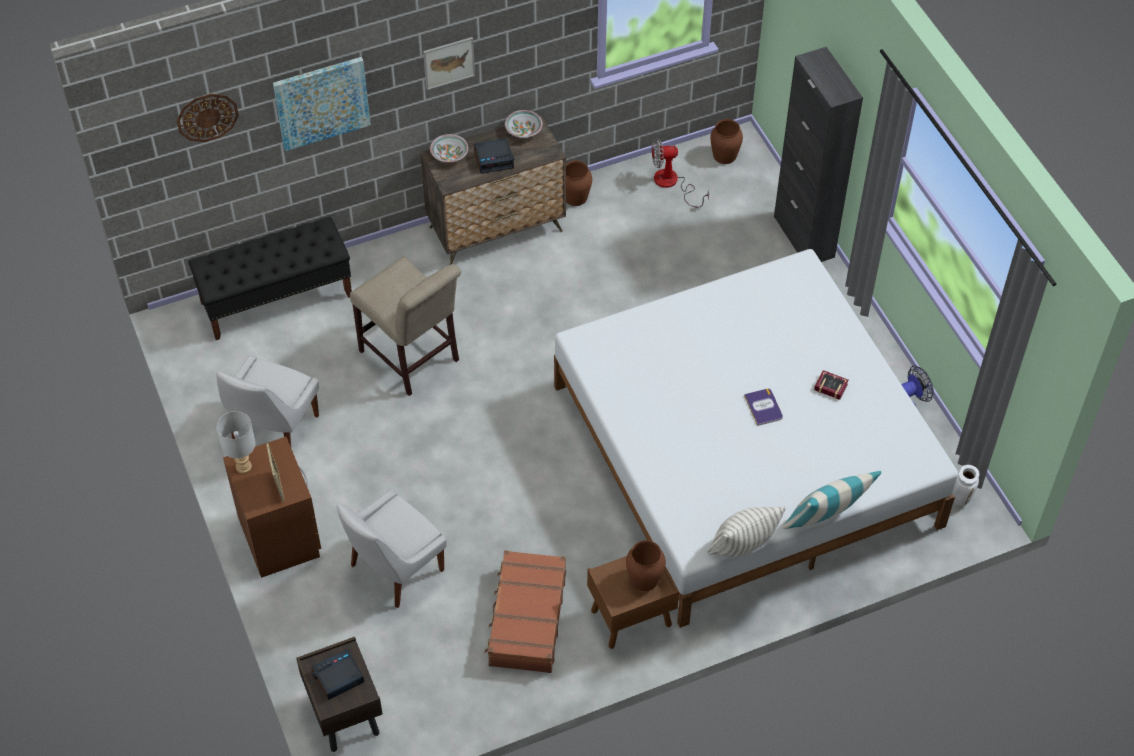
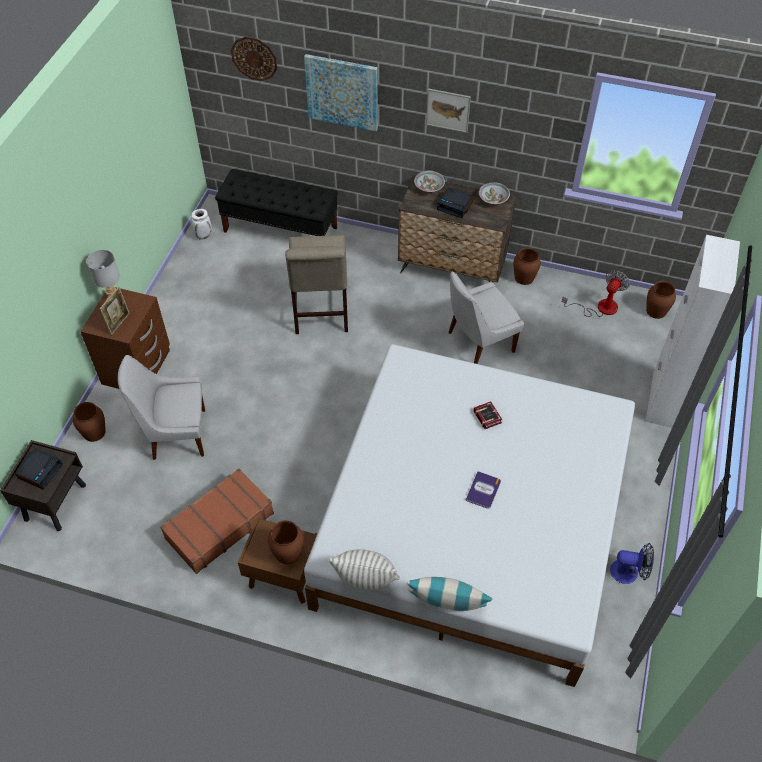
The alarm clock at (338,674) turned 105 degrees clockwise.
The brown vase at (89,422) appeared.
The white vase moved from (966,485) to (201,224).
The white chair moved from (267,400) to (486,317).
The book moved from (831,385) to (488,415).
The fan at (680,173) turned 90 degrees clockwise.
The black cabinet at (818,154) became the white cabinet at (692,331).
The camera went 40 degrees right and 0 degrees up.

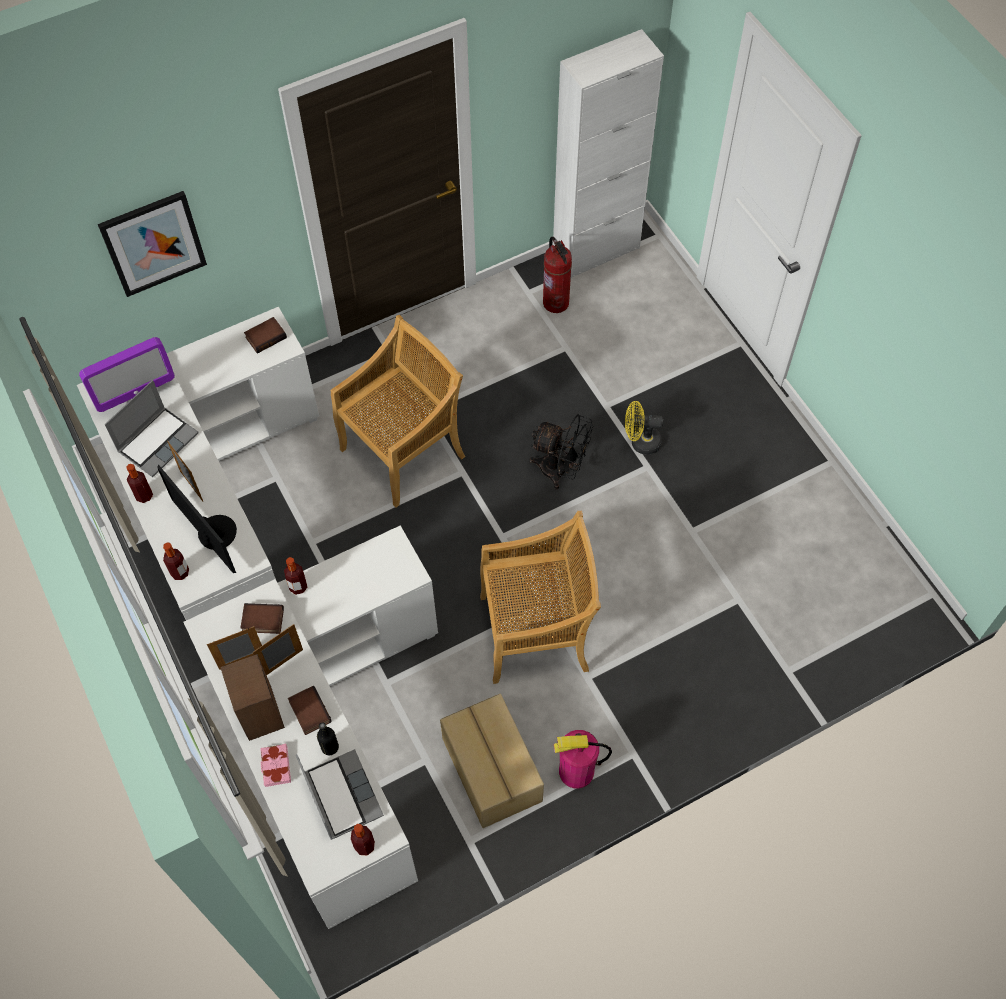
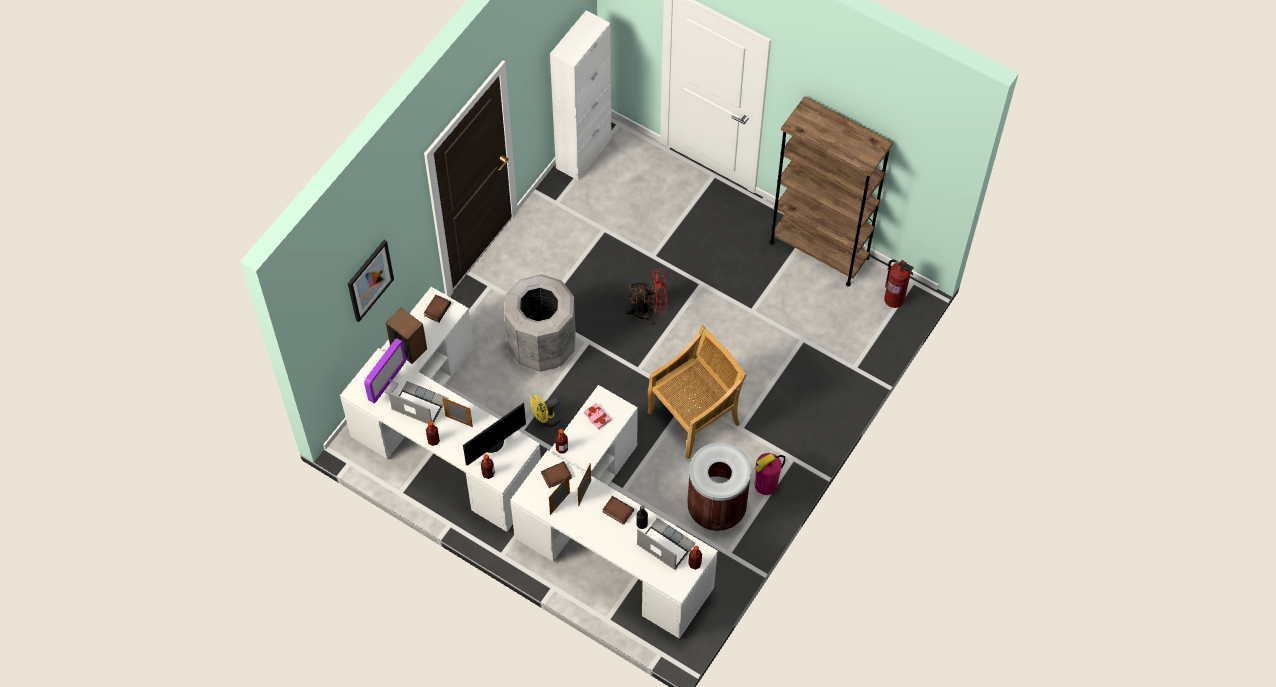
The speaker moved from (252,697) to (406,336).
The laptop at (152,428) turned 75 degrees counterclockwise.
The monitor at (197,518) turned 60 degrees counterclockwise.
The beige chair at (398,411) was replaced by the grey trash can at (540,323).
The yellow fan moved from (644,428) to (545,411).
The pink book moved from (275,765) to (597,416).
The black fan at (562,452) became the red fan at (647,297).
The cardboard box at (492,761) was replaced by the brown trash can at (719,487).
The brown bookcase at (831,191) appeared.
The fire extinguisher moved from (557,275) to (899,283).
The camera went 30 degrees left and 0 degrees up.

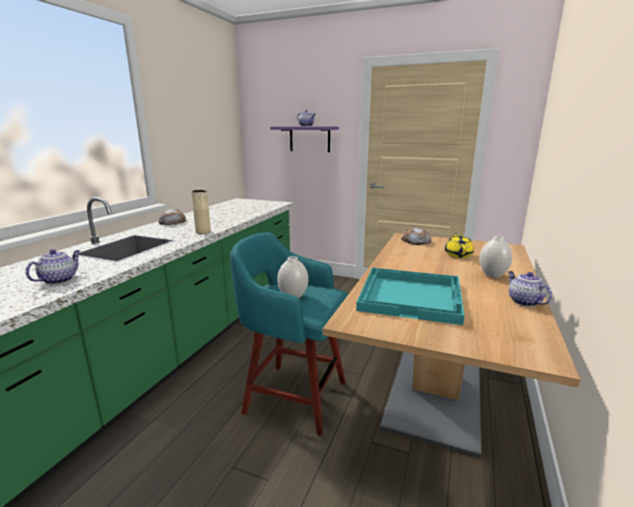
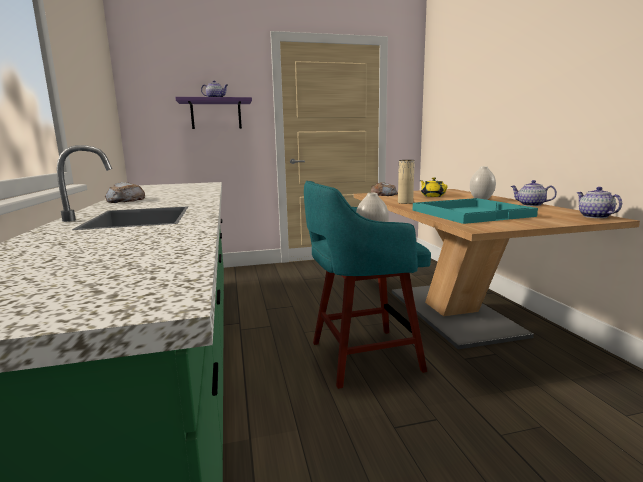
The beige vase moved from (201,212) to (406,182).
The teapot moved from (53,267) to (599,202).
The camera went 35 degrees left and 5 degrees down.

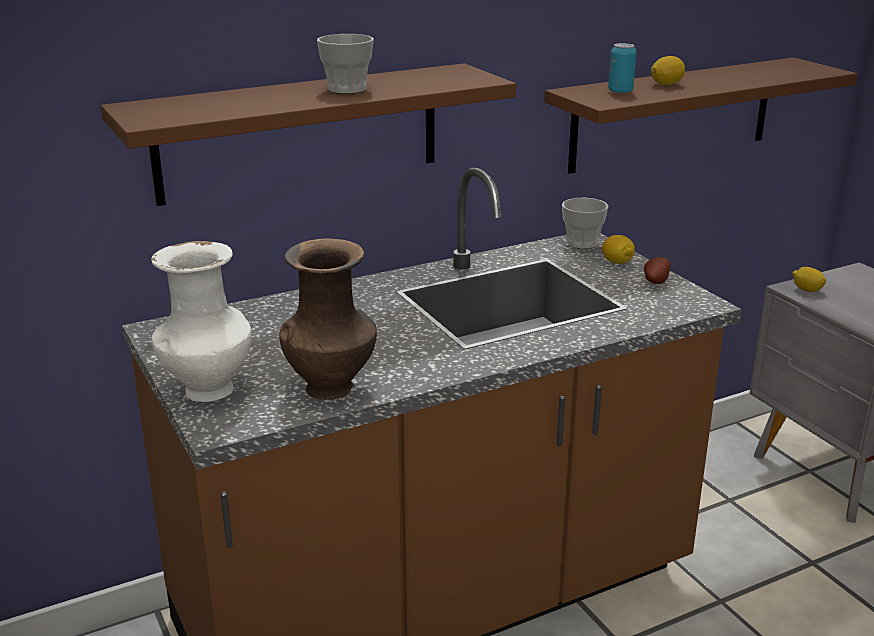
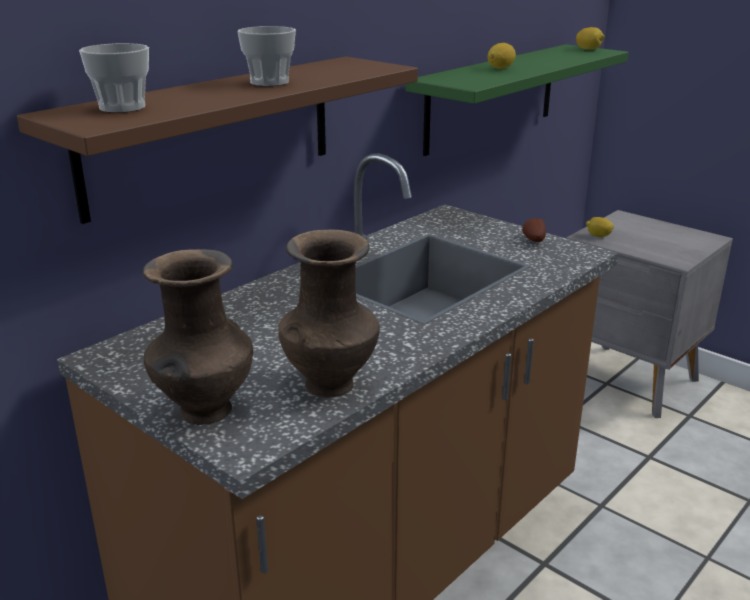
The cup moved from (585,223) to (114,78).
The white vase at (201,321) became the brown vase at (198,337).
The brown shelf at (701,115) became the green shelf at (517,100).
The lemon moved from (618,249) to (590,38).
The can at (622,68) disappeared.
The camera went 20 degrees left and 0 degrees up.

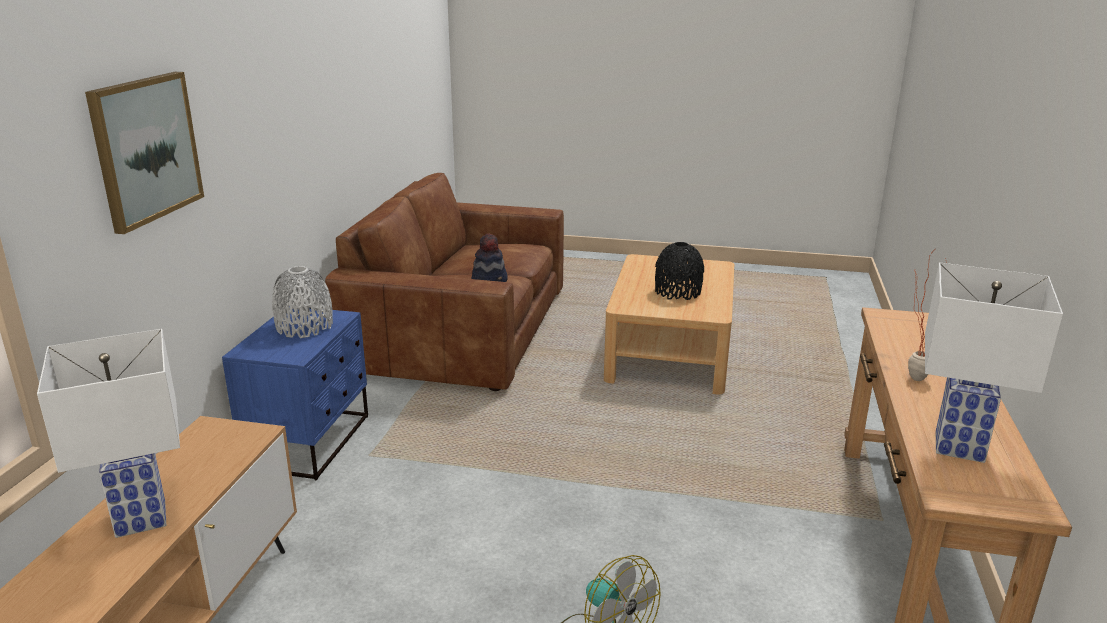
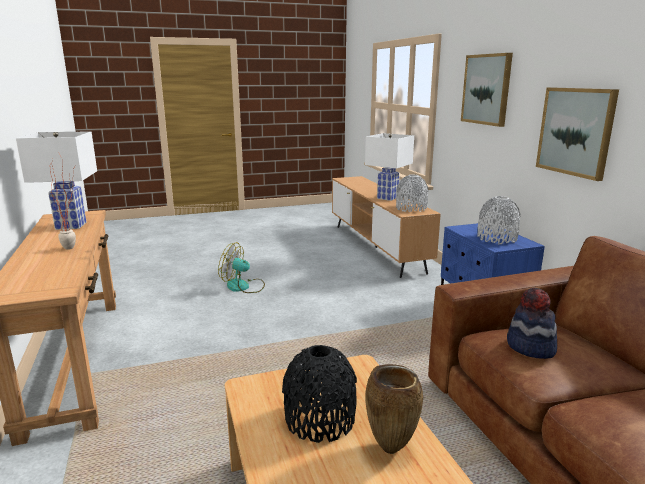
The brown vase at (394,409) appeared.
The grey vase at (412,193) appeared.
The picture at (577,134) appeared.
The camera went 150 degrees right and 5 degrees down.

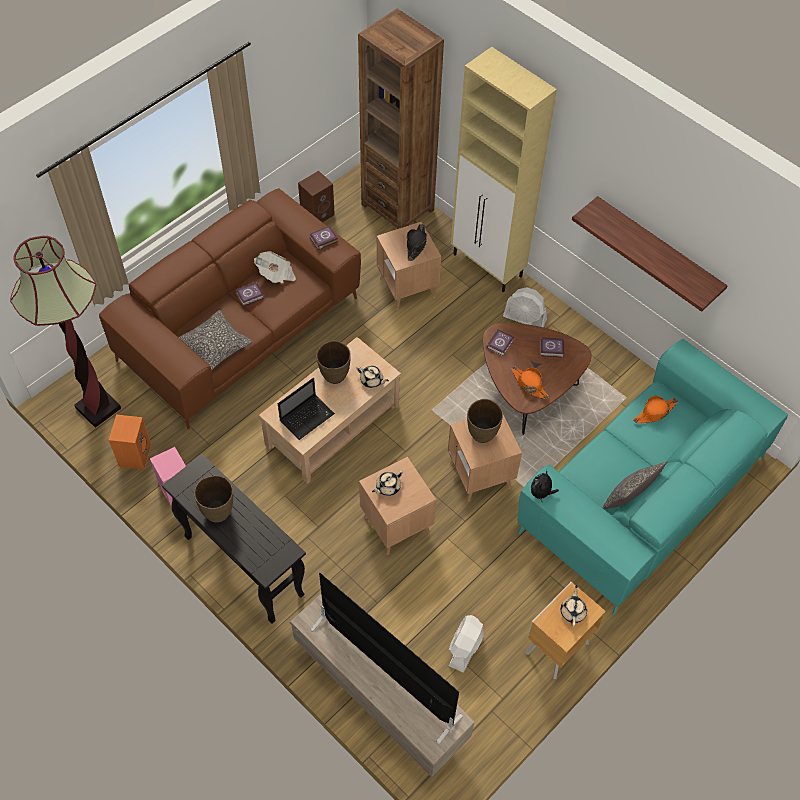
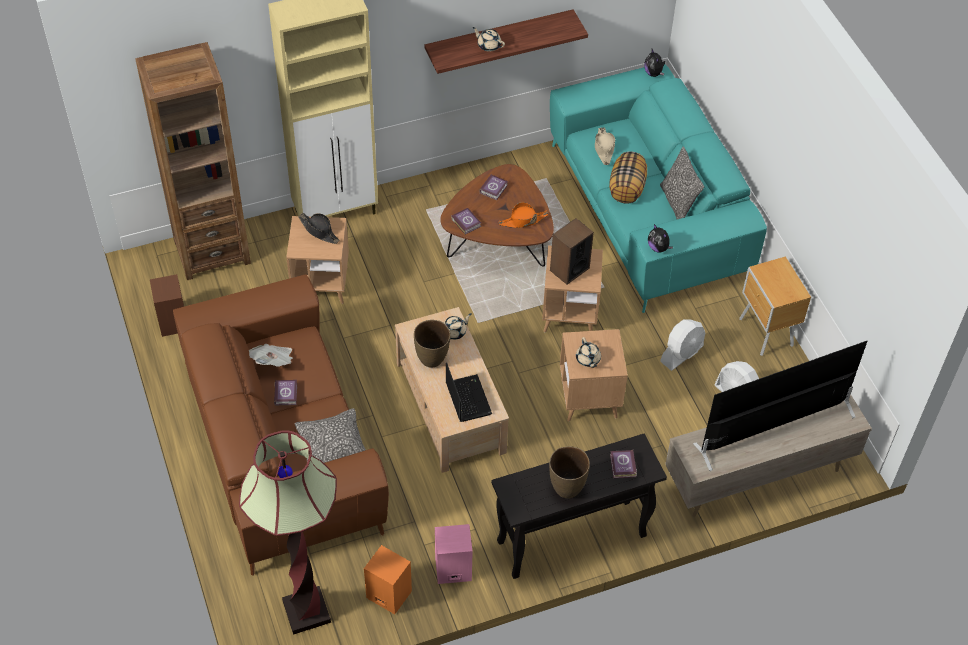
The beige teapot moved from (574,606) to (488,39).
The brown vase at (485,421) was replaced by the speaker at (572,251).
The orange hat at (655,409) became the beige hat at (605,146).
The pillow at (628,177) appeared.
The book moved from (324,238) to (623,464).
The plush toy at (654,63) appeared.
The white fan moved from (525,307) to (682,345).
The camera went 65 degrees left and 5 degrees down.

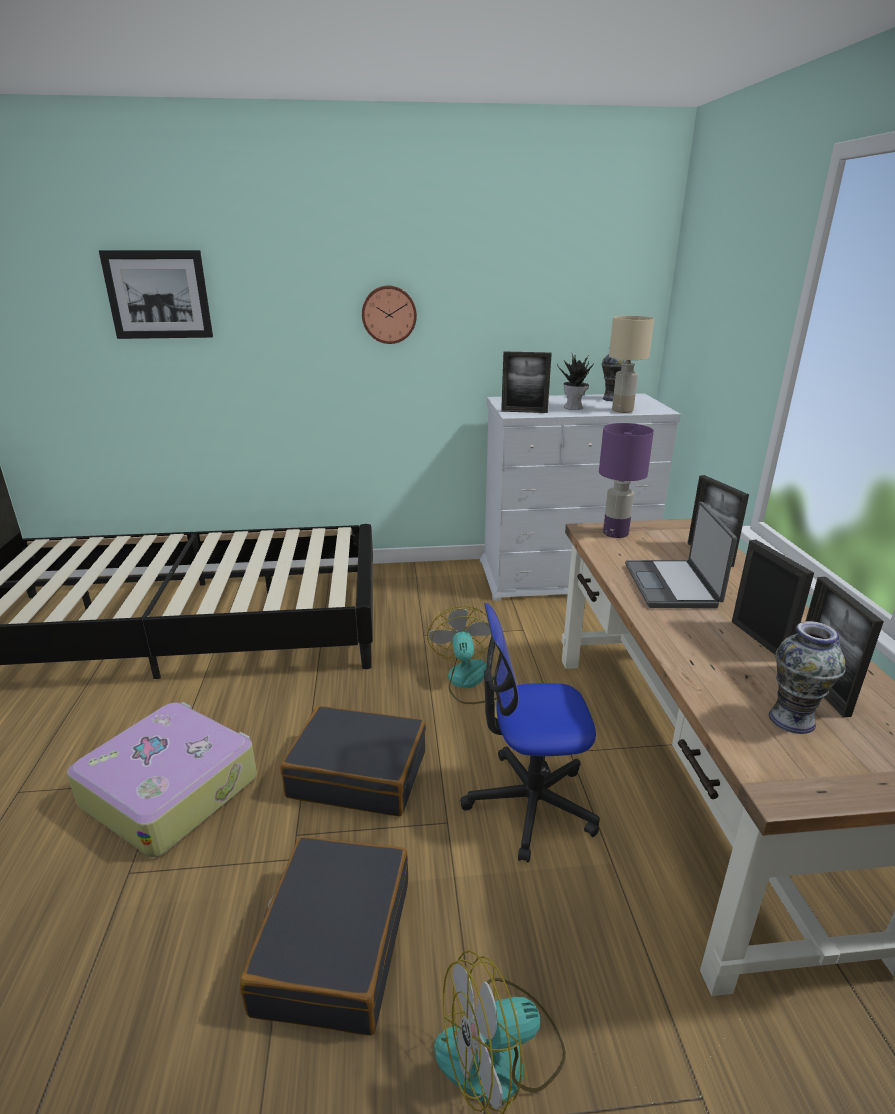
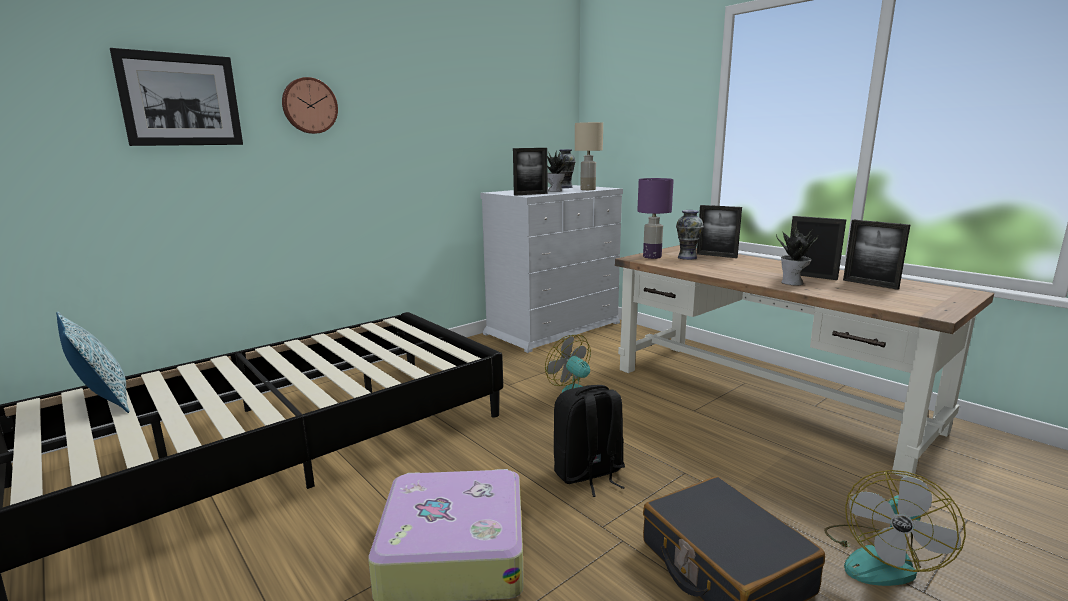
The pillow at (93,362) appeared.
The wall clock moved from (389,315) to (310,105).
The black suitcase at (353,761) was replaced by the black backpack at (589,441).
The vase moved from (807,677) to (690,235).
The potted plant at (797,255) appeared.
The office chair at (530,733) disappeared.
The laptop at (681,555) disappeared.
The camera went 35 degrees left and 10 degrees down.

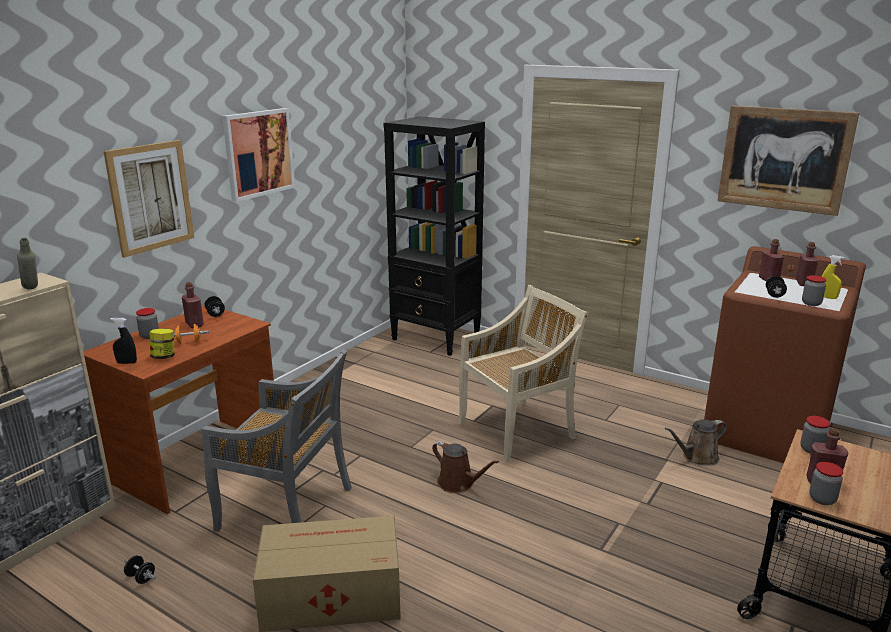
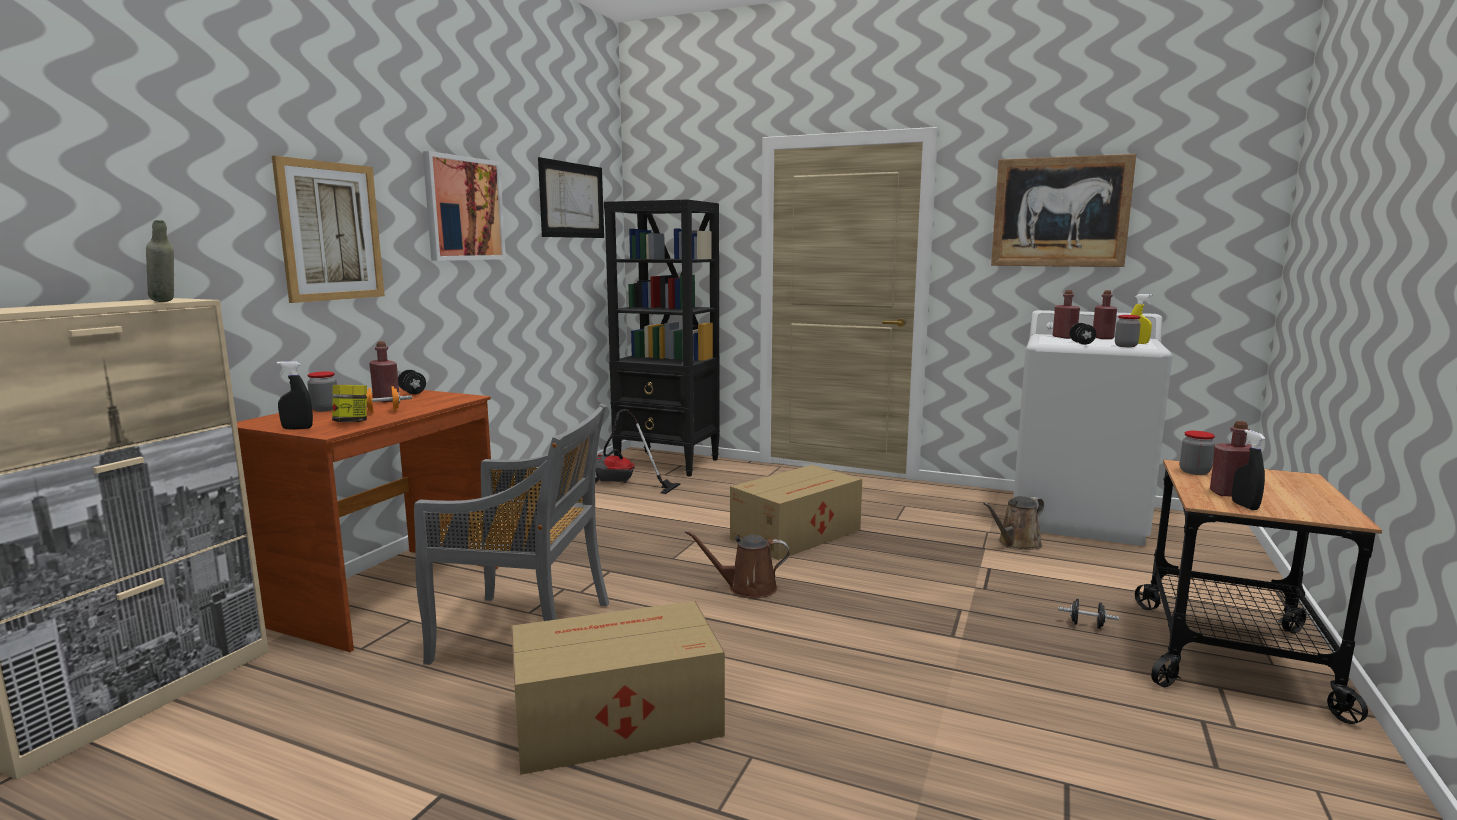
The picture at (571,197) appeared.
The vacuum cleaner at (638,451) appeared.
The brown watering can at (465,467) turned 150 degrees clockwise.
The beige chair at (523,374) was replaced by the cardboard box at (796,512).
The brown washing machine at (785,354) became the white washing machine at (1093,428).
The black dumbbell moved from (140,569) to (1088,614).
The jar at (826,483) was replaced by the black spray bottle at (1249,470).
The camera went 10 degrees left and 10 degrees down.

